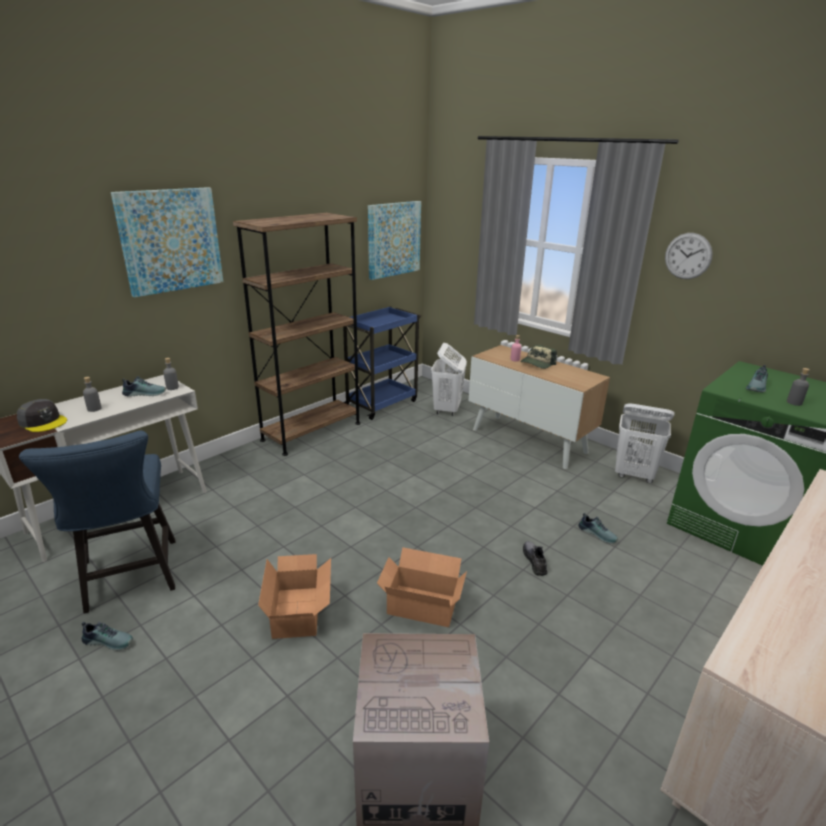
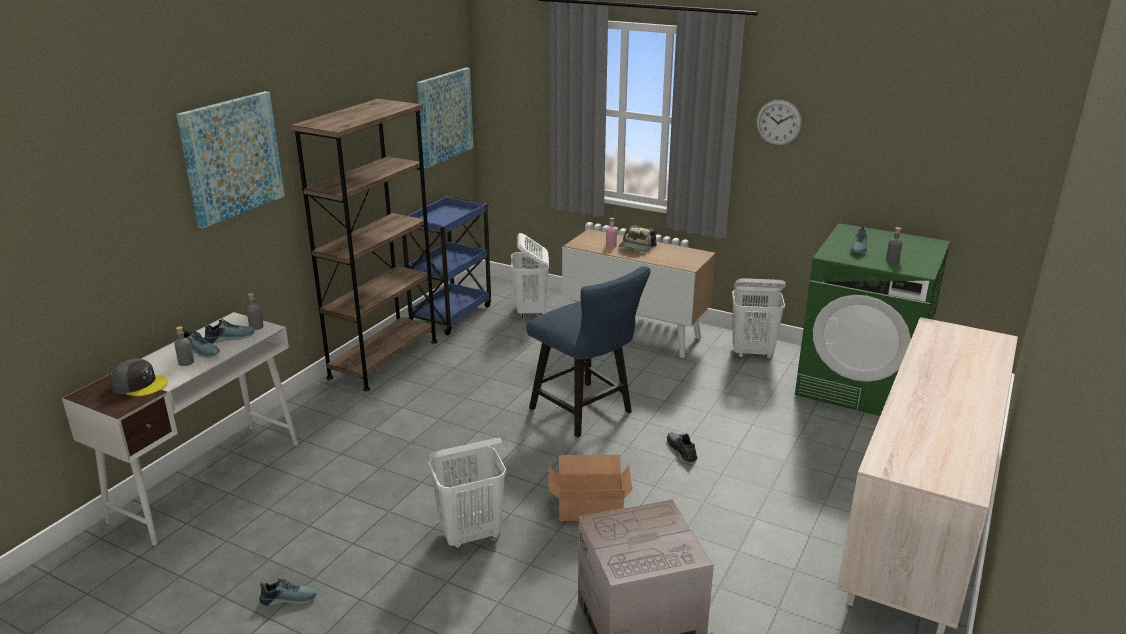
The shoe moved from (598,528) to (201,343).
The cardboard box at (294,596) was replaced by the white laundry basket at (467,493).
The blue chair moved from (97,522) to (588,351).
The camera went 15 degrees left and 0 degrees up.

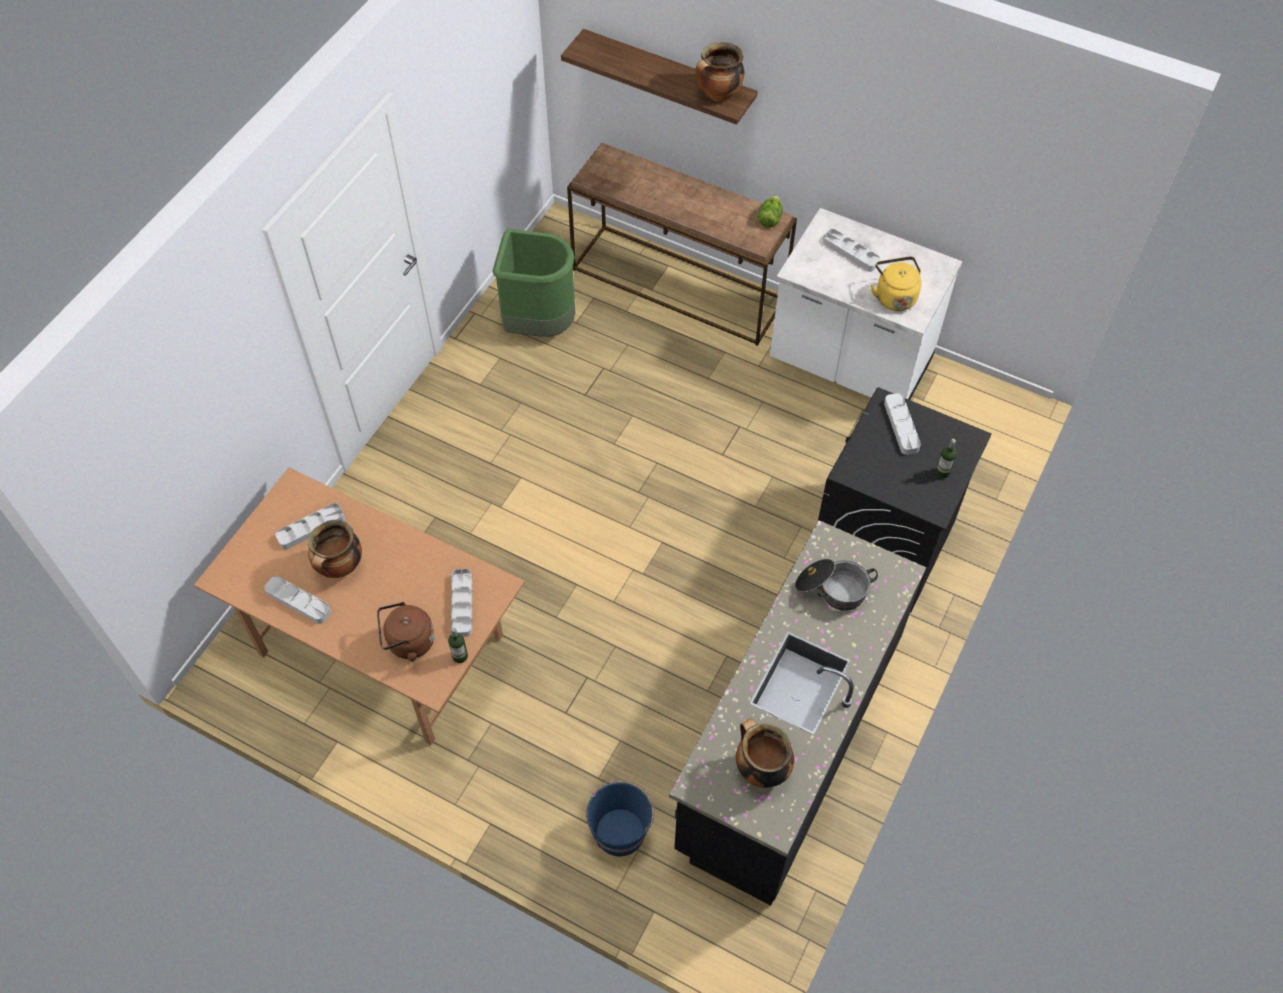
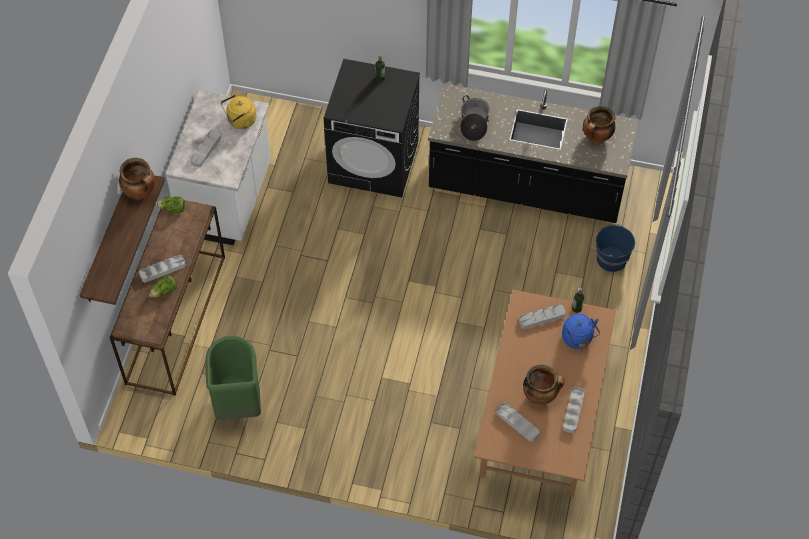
The grey tray moved from (902,424) to (162,268).
The lettuce at (163,286) appeared.
The brown kettle at (405,631) became the blue kettle at (581,331).
The camera went 105 degrees left and 0 degrees up.

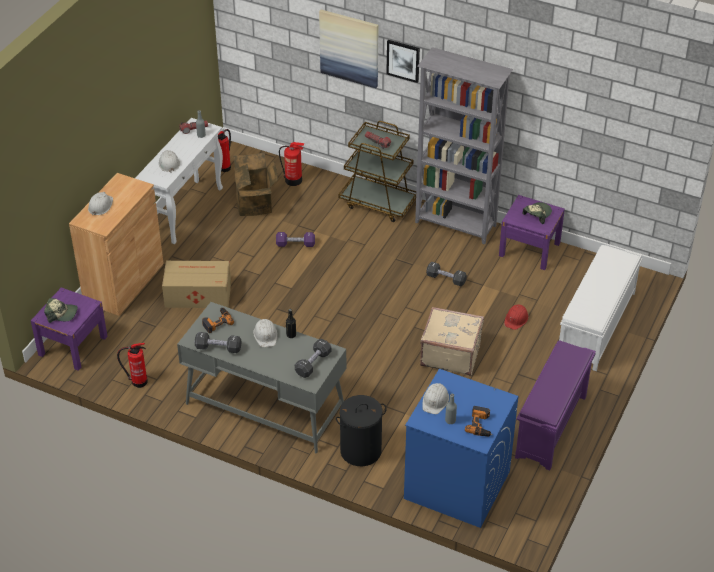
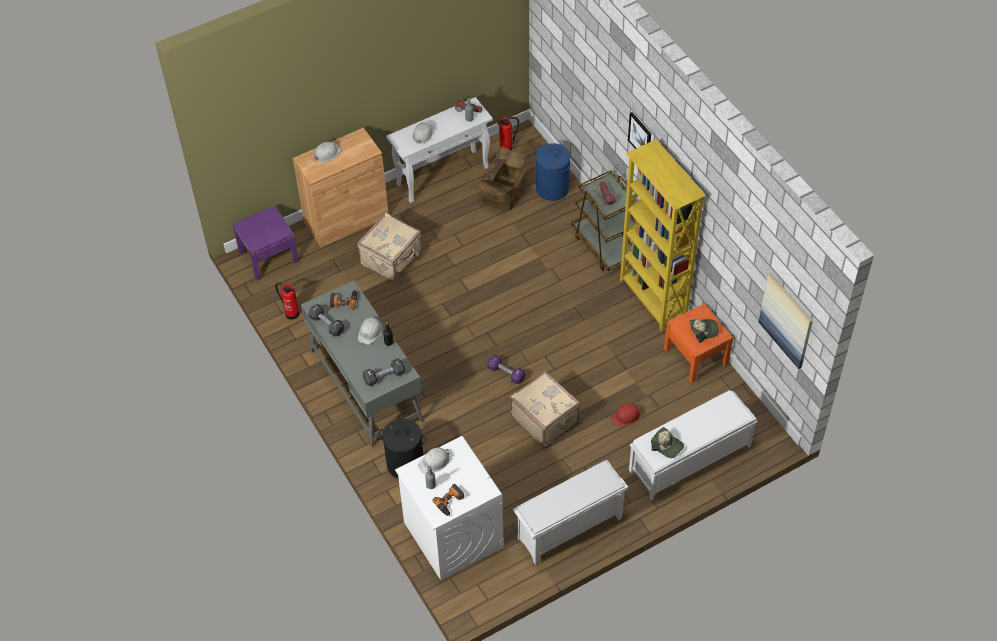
The cardboard box at (196,284) was replaced by the beige suitcase at (389,247).
The blue washing machine at (461,448) became the white washing machine at (449,508).
The purple dumbbell moved from (295,239) to (506,369).
The purple shoe rack at (555,405) became the white shoe rack at (570,512).
The fire extinguisher at (291,164) was replaced by the blue laundry basket at (553,172).
The grey bookcase at (464,145) became the yellow bookcase at (663,235).
The cap moved from (61,310) to (667,442).
The purple nightstand at (532,232) became the orange nightstand at (698,343).
The picture moved from (348,49) to (786,321).
The black dumbbell at (446,274) disappeared.
The camera went 35 degrees right and 10 degrees up.

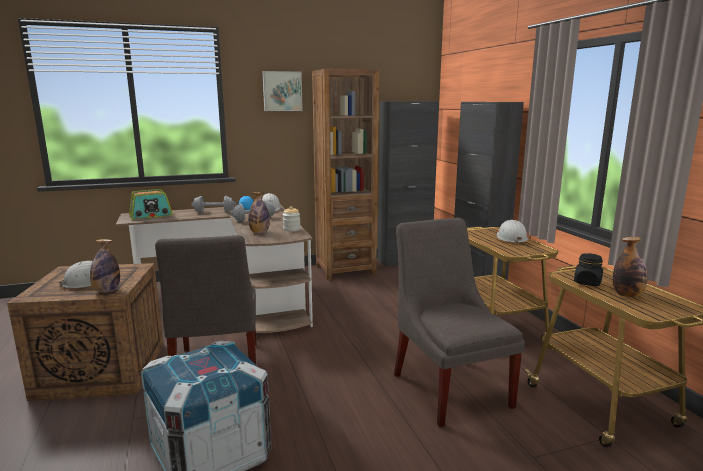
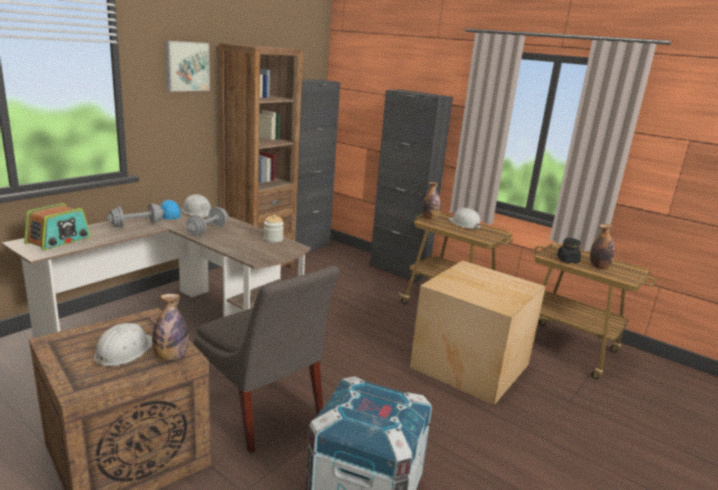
The grey chair at (459,323) was replaced by the cardboard box at (478,332).
The bottle moved from (259,212) to (431,201).
The camera went 35 degrees left and 5 degrees up.

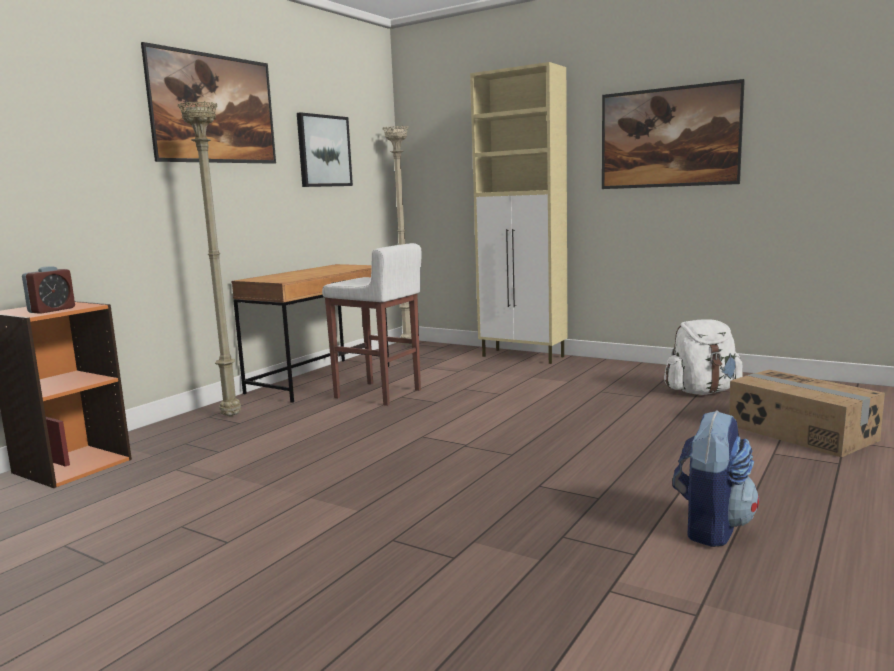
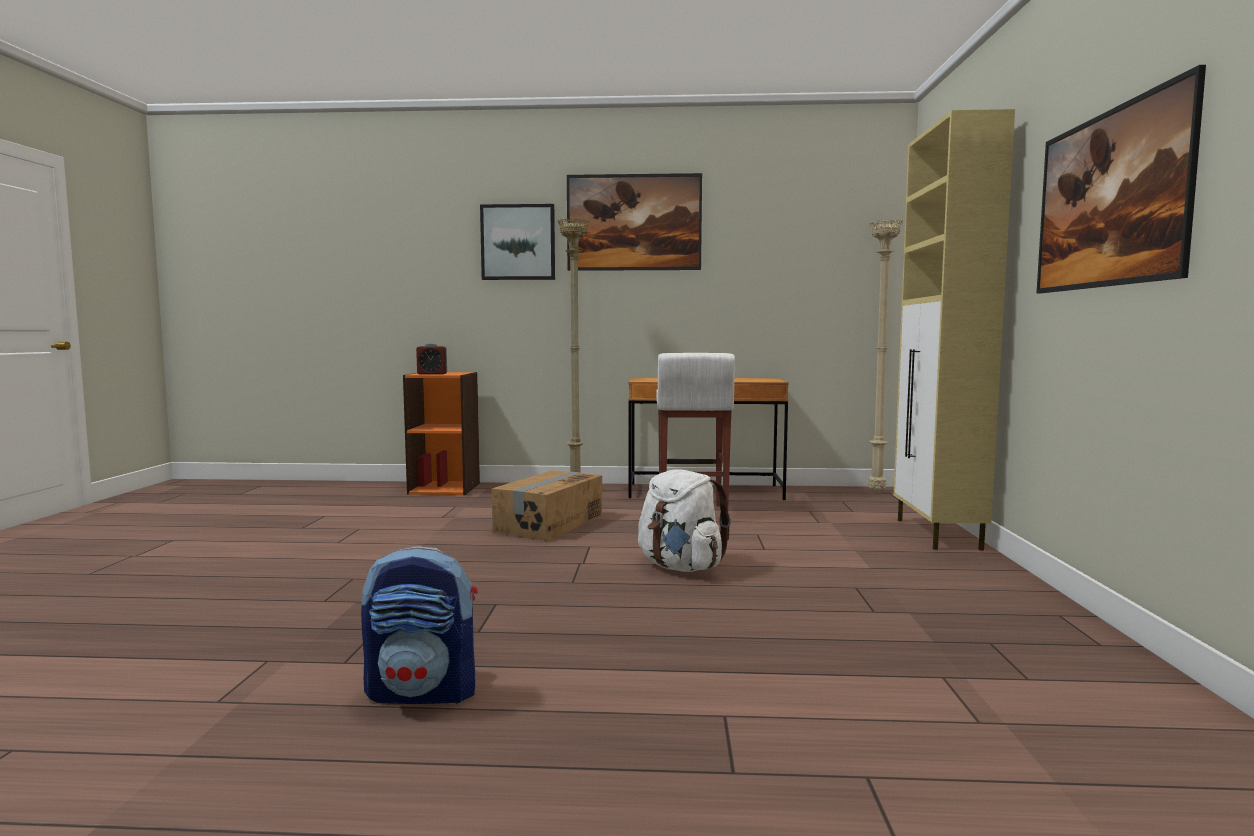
The picture moved from (325,149) to (517,242).
The cardboard box moved from (807,414) to (546,505).
The white backpack moved from (703,357) to (684,520).
The camera went 60 degrees right and 5 degrees down.

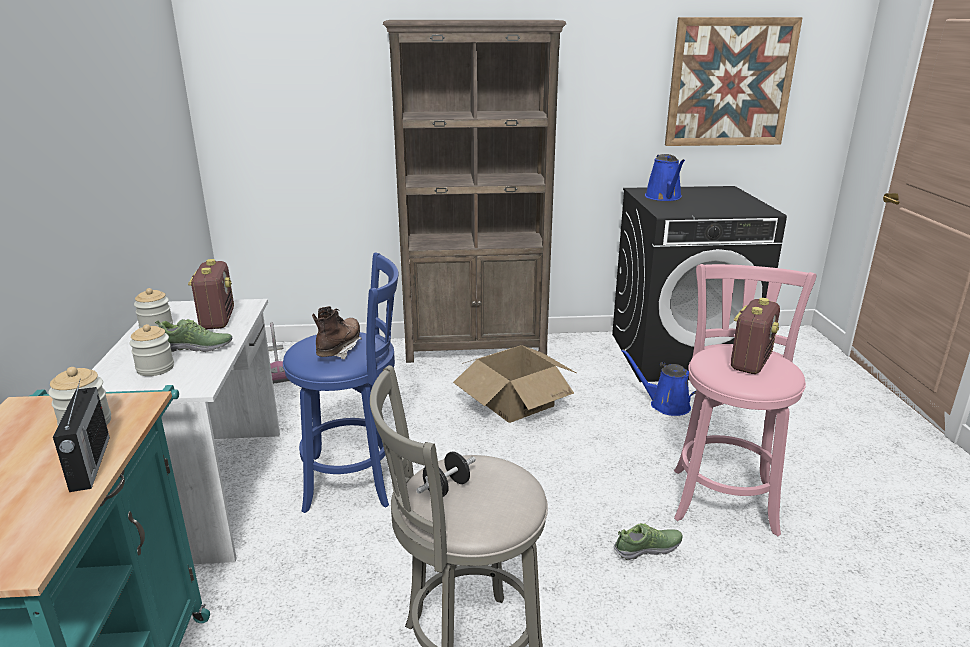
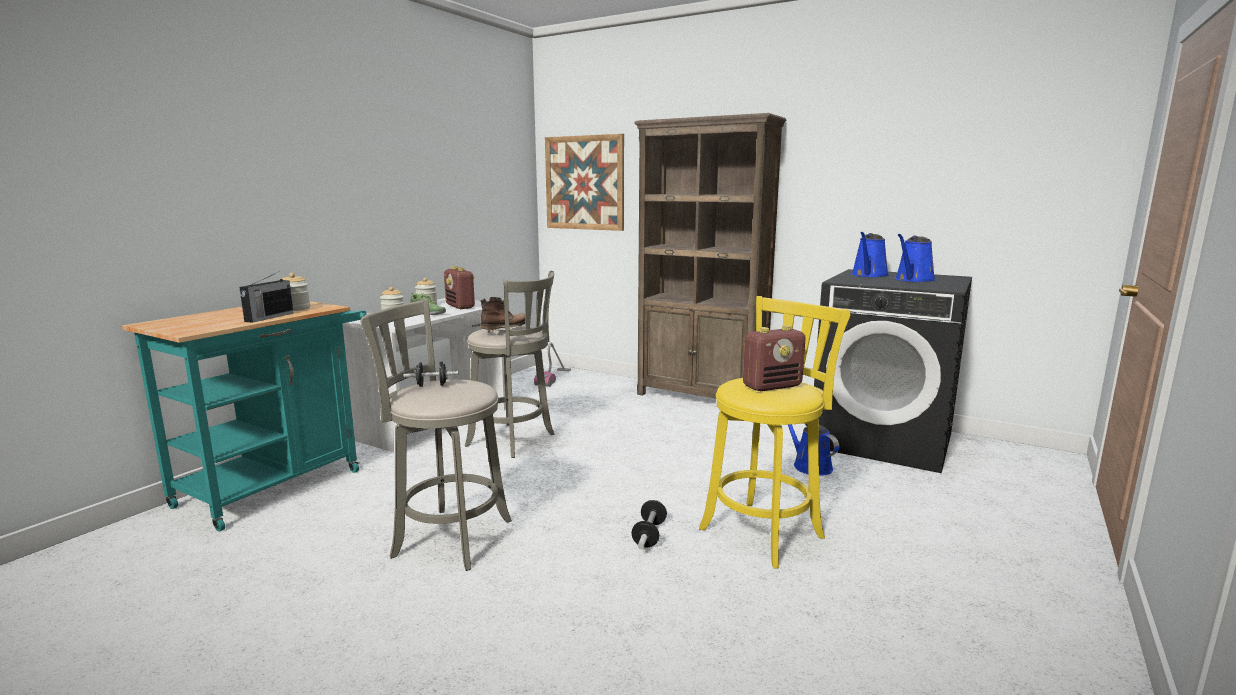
The radio at (211,294) turned 120 degrees clockwise.
The blue stool at (340,382) became the grey stool at (510,364).
The picture moved from (734,81) to (584,182).
The shoe at (648,541) was replaced by the dumbbell at (649,524).
The pink stool at (745,400) became the yellow stool at (774,432).
The blue watering can at (915,258) appeared.
The cardboard box at (514,384) disappeared.
The camera went 35 degrees right and 10 degrees down.

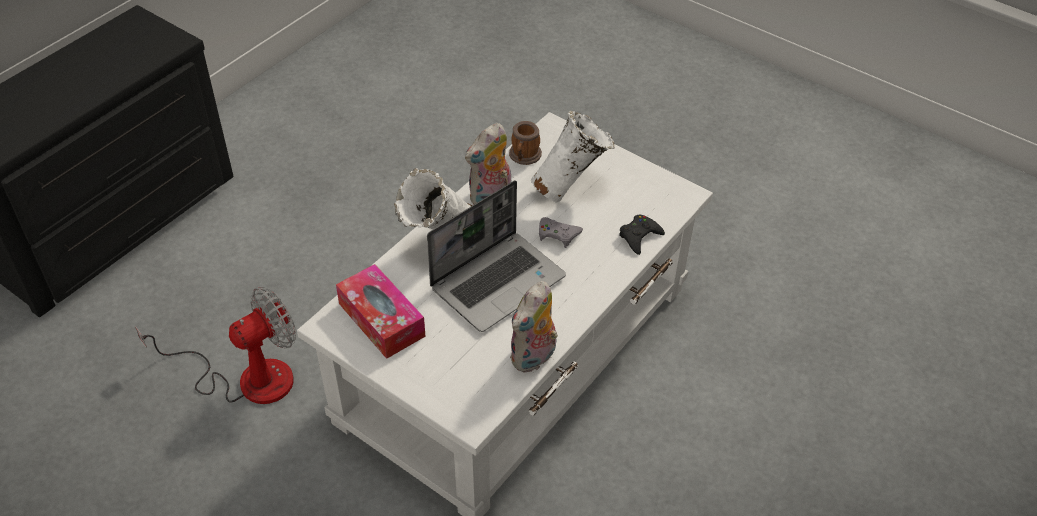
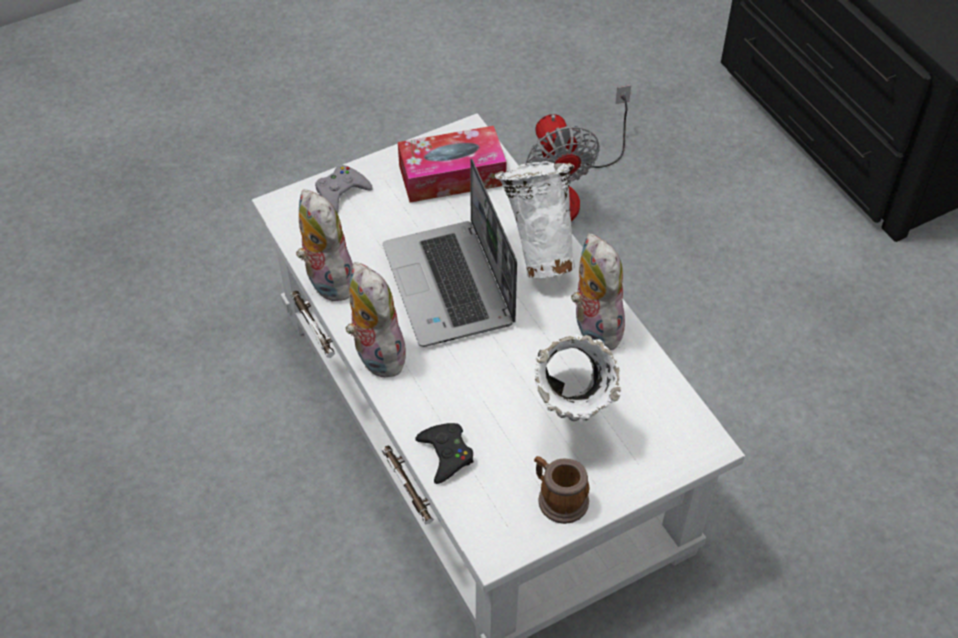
The grey game controller moved from (561,232) to (344,189).
The plush toy at (375,319) appeared.
The mug moved from (525,143) to (561,490).
The camera went 115 degrees right and 5 degrees up.

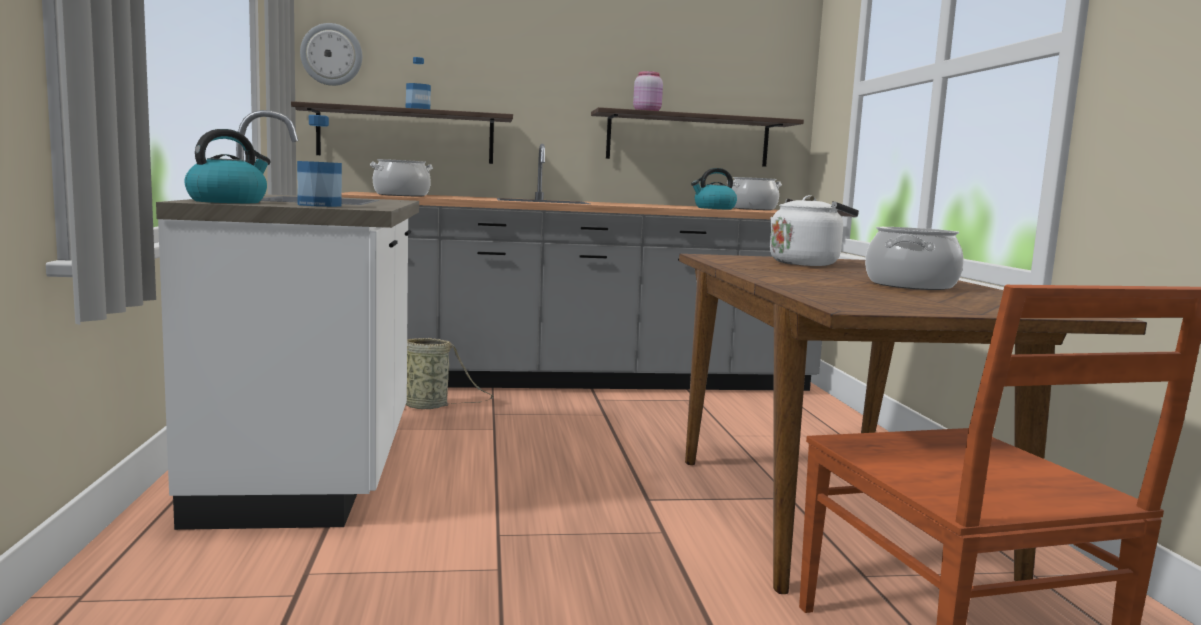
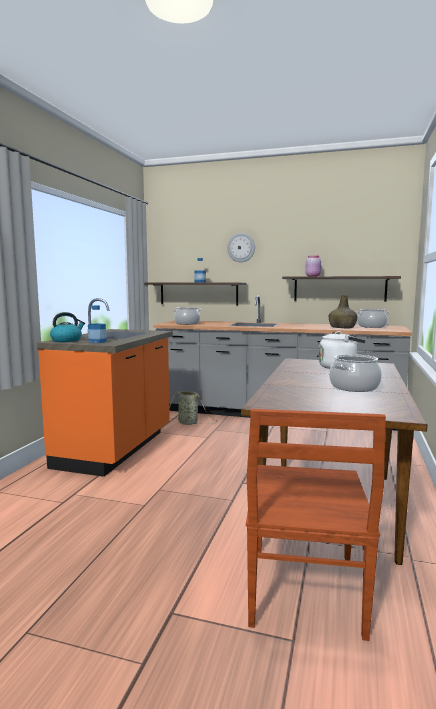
The white counter at (287,320) became the orange counter at (105,387).
The wall clock moved from (331,54) to (241,248).
The kettle at (714,189) was replaced by the green bottle at (343,311).
The camera went 25 degrees right and 0 degrees up.

